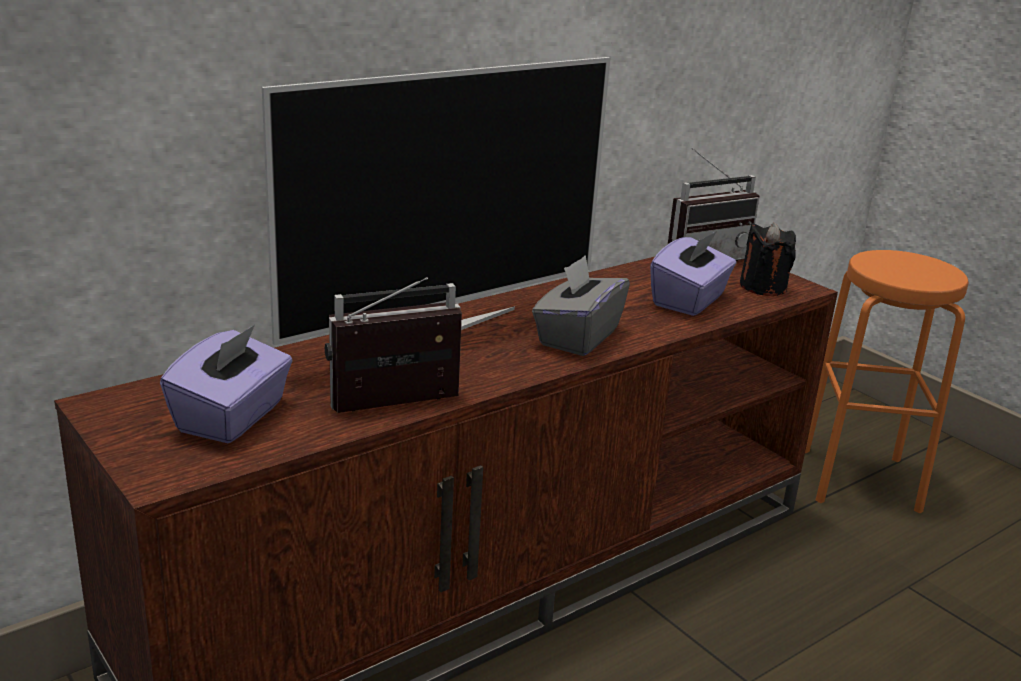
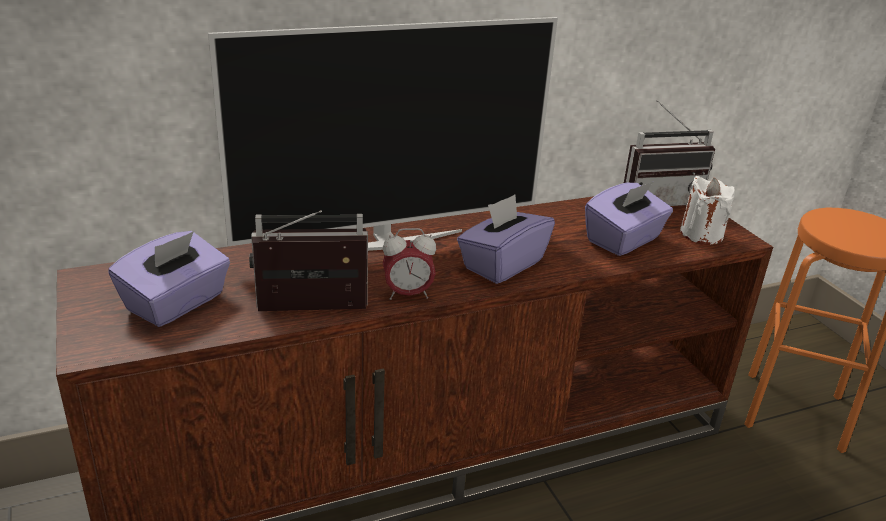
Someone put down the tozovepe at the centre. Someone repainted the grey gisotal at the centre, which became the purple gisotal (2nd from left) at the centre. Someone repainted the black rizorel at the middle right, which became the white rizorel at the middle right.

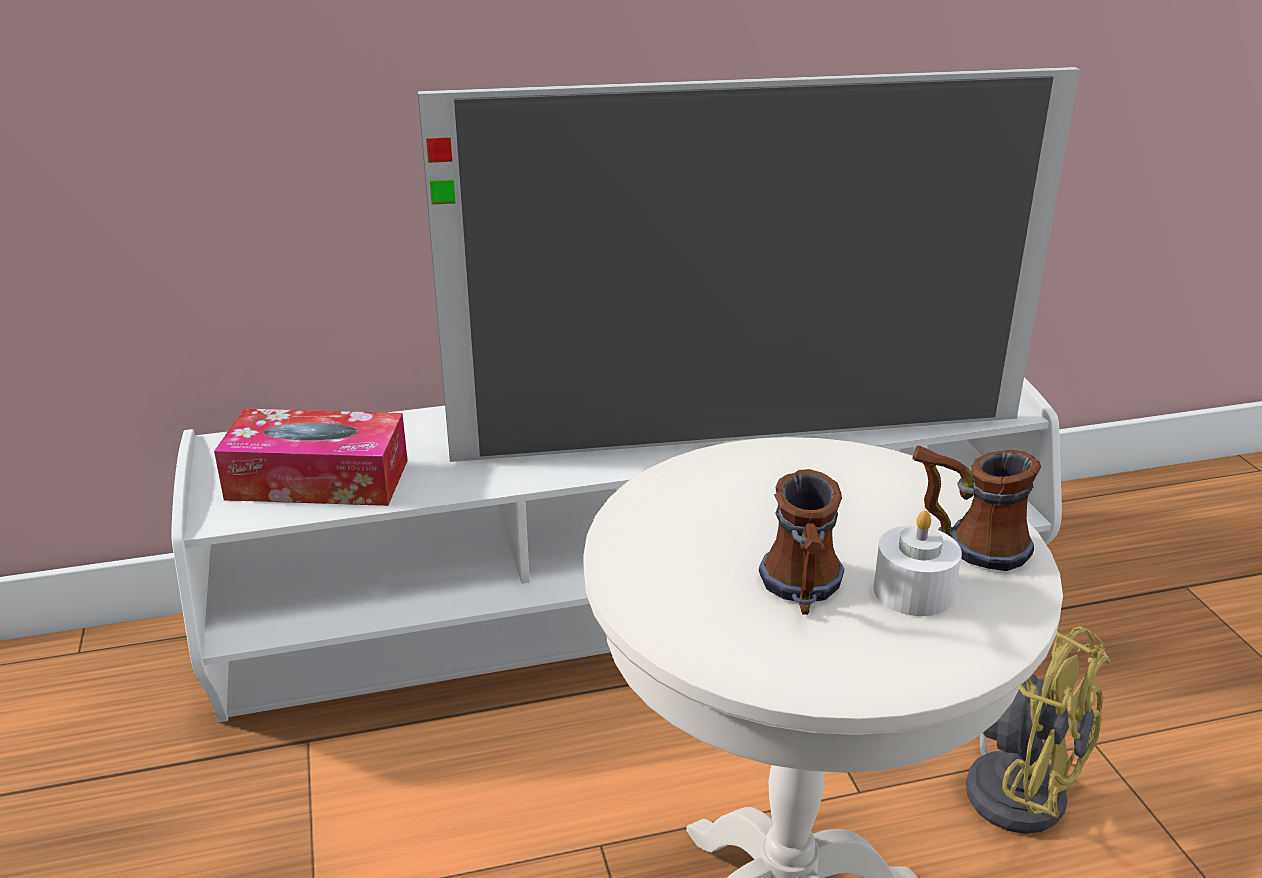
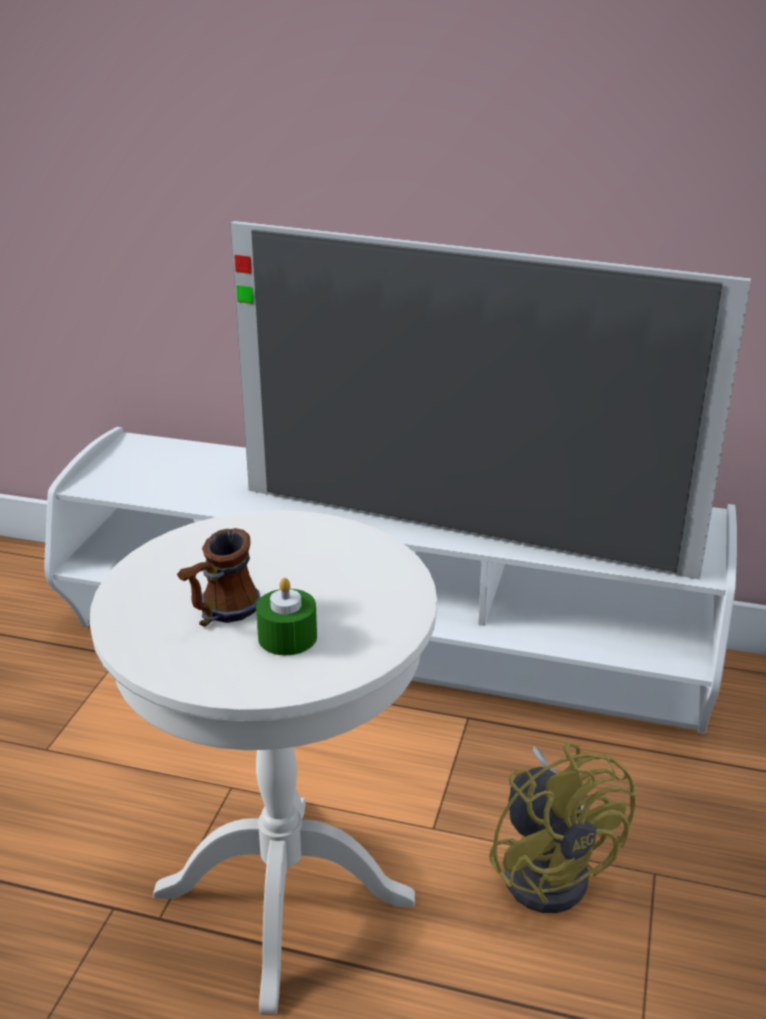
Someone took away the gisotal at the middle left. Someone took away the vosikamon (2nd from left) at the middle right. Someone repainted the white rizorel at the middle right, which became the green rizorel at the centre.

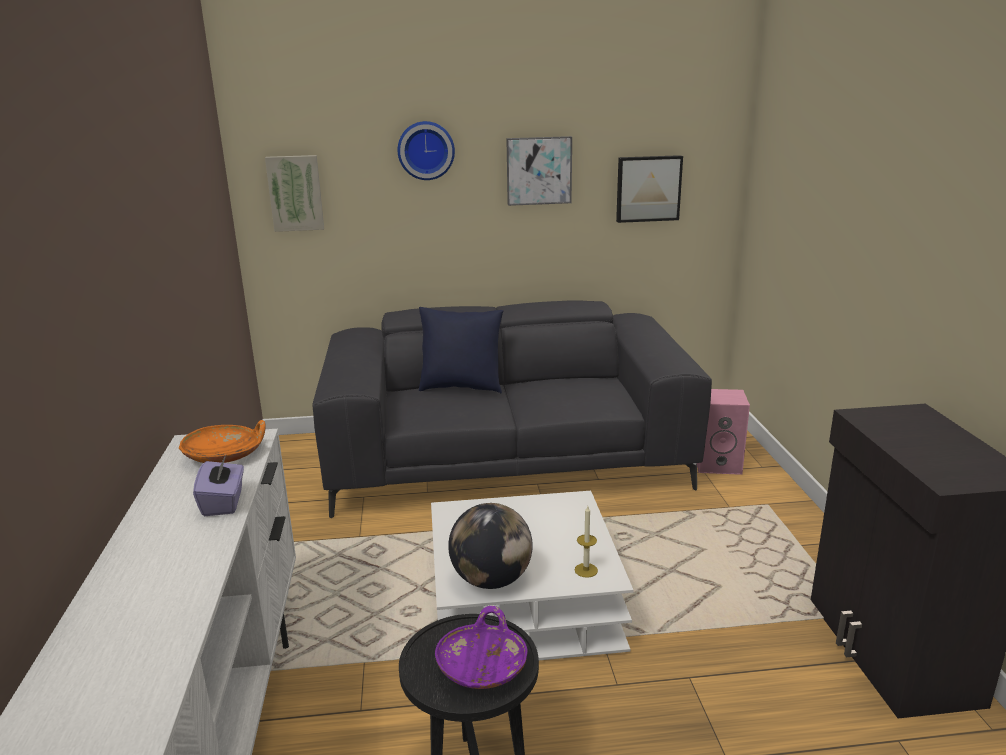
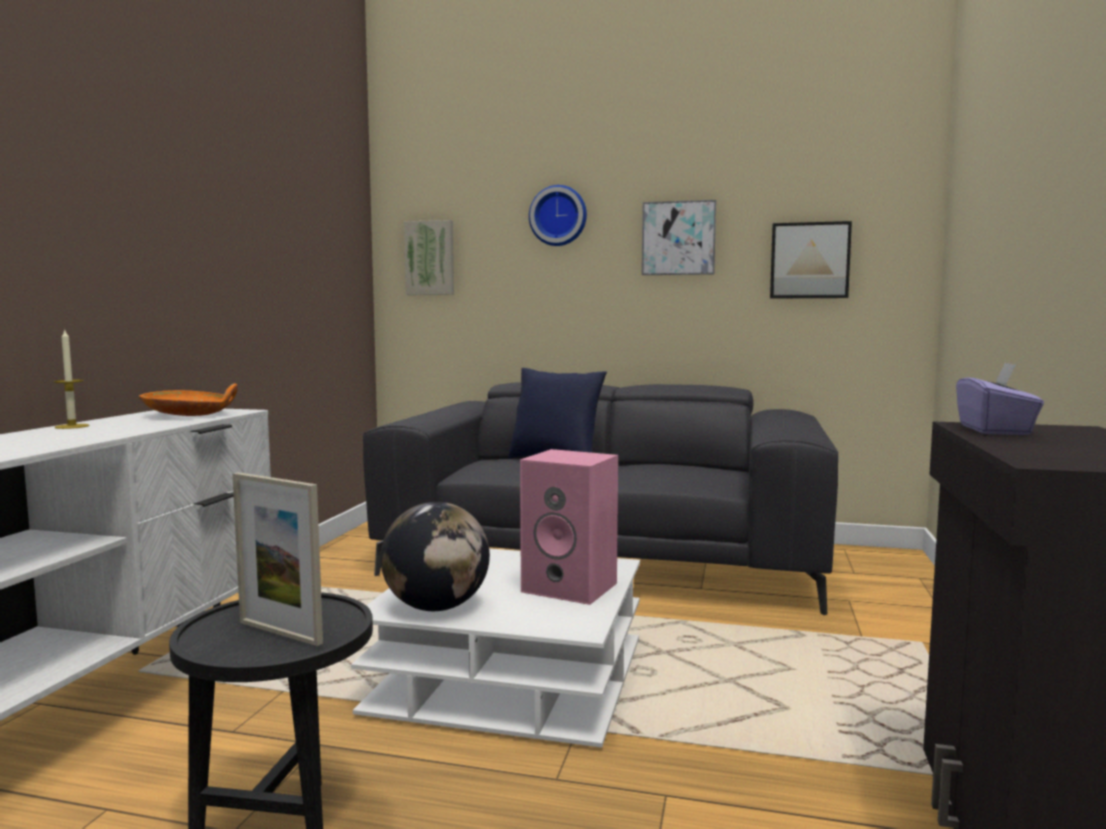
Someone carried the purple gisotal from the middle left to the middle right. Someone carried the rizorel from the bottom centre to the middle left. Someone carried the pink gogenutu from the middle right to the centre. Someone swapped the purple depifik at the bottom centre for the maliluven at the bottom left.

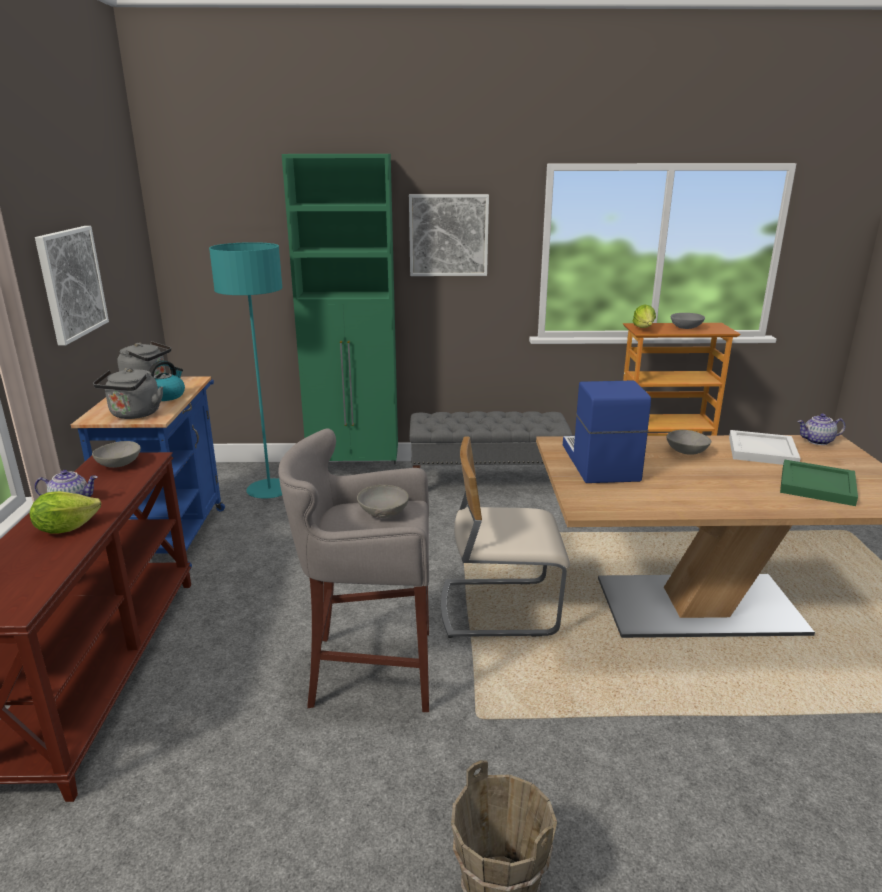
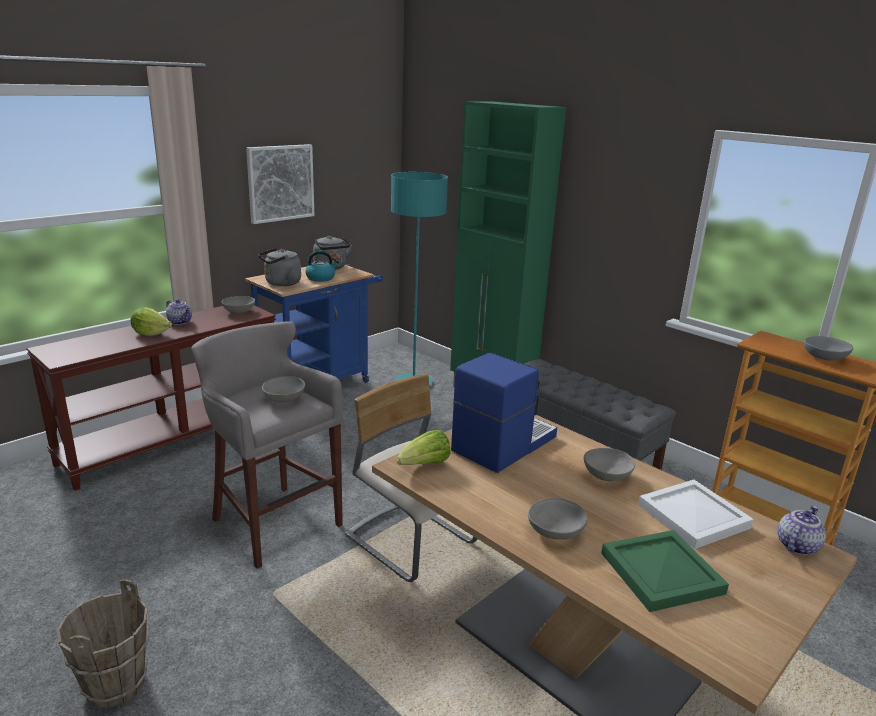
Someone took away the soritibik (2nd from left) at the top centre. Someone put down the grey depifik (3rd from left) at the bottom centre. Someone carried the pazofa (2nd from left) from the middle right to the centre. Someone rotated the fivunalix (2nd from left) at the middle right by 90 degrees clockwise.

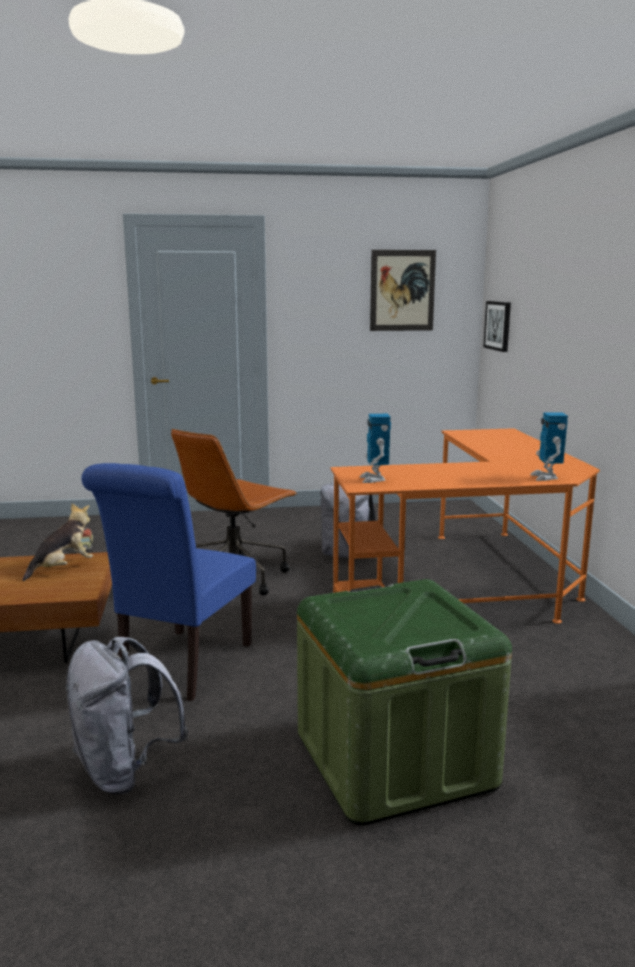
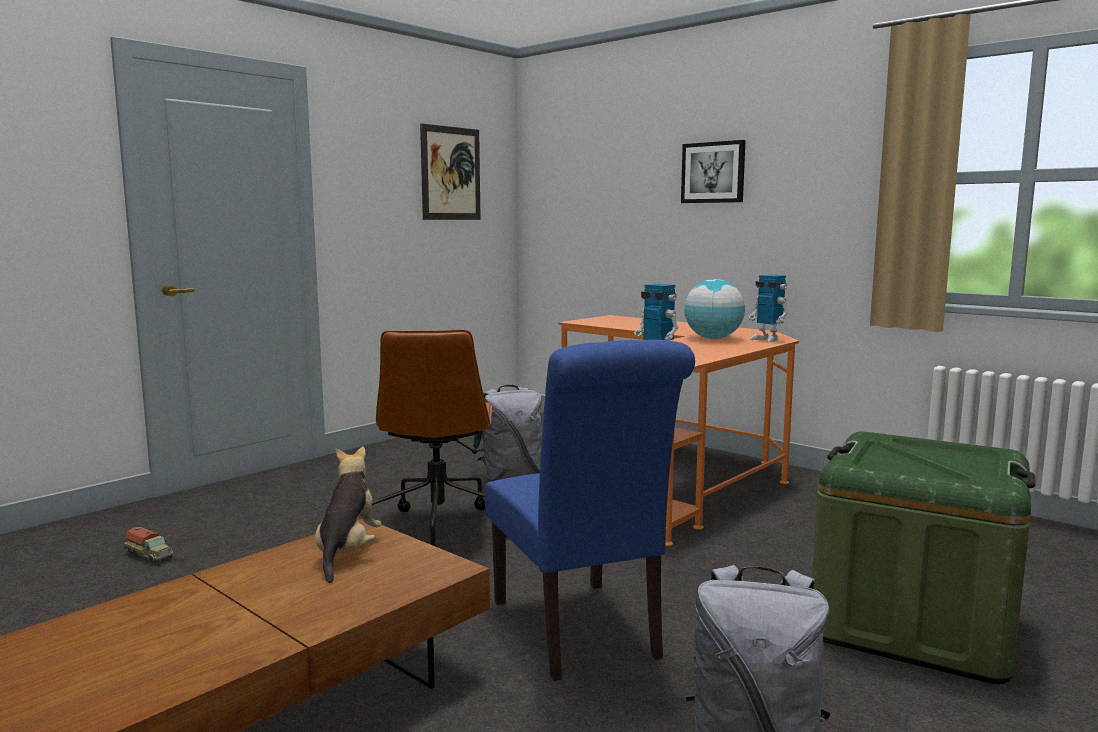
Someone put down the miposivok at the centre. Someone carried the soritibik (2nd from left) from the middle right to the top centre.

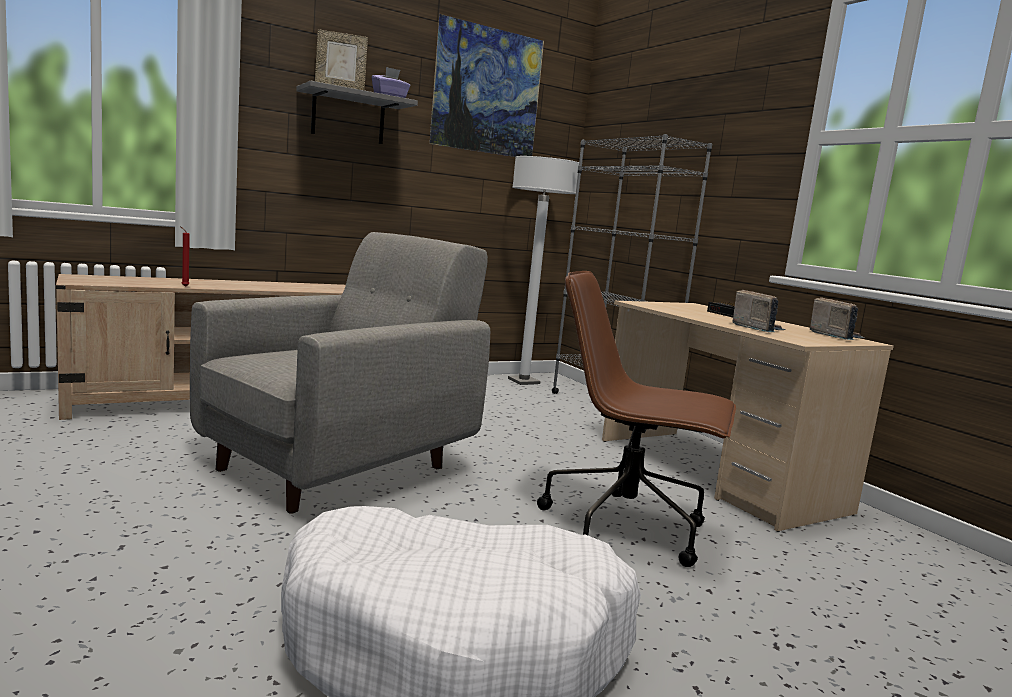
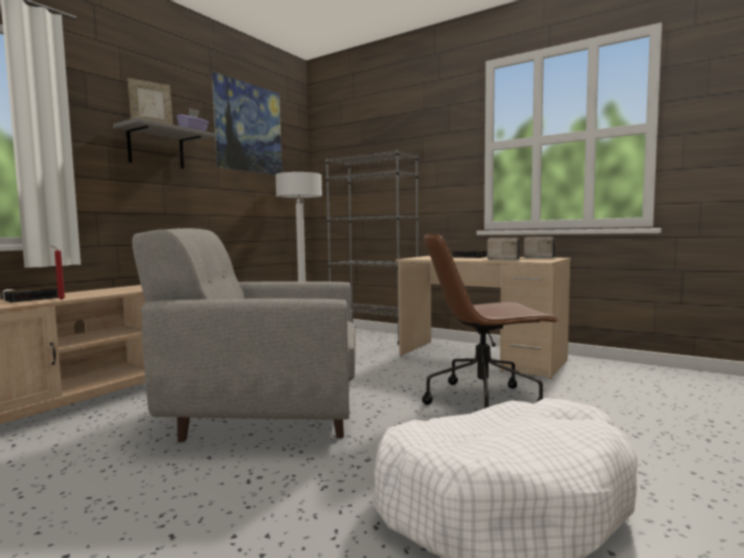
Someone put down the tozovepe (1st from left) at the middle left. Someone rotated the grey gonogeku at the centre by 105 degrees counterclockwise.

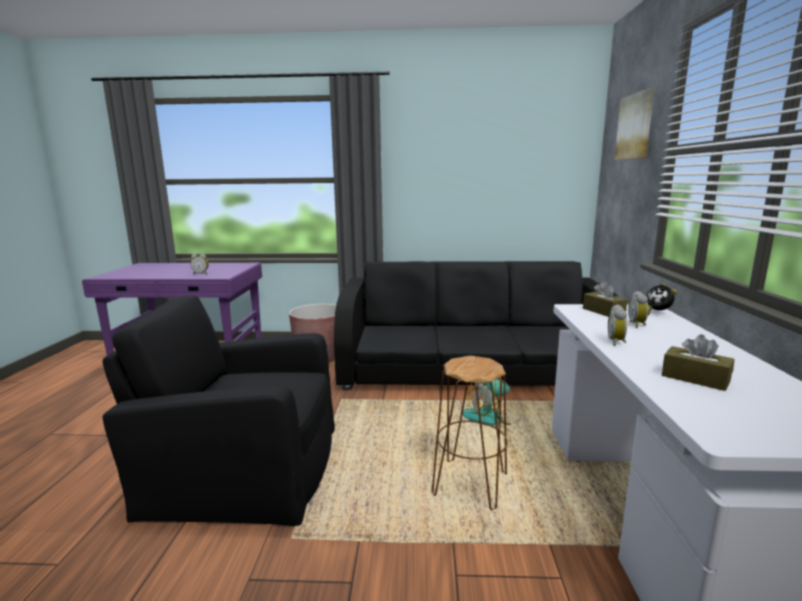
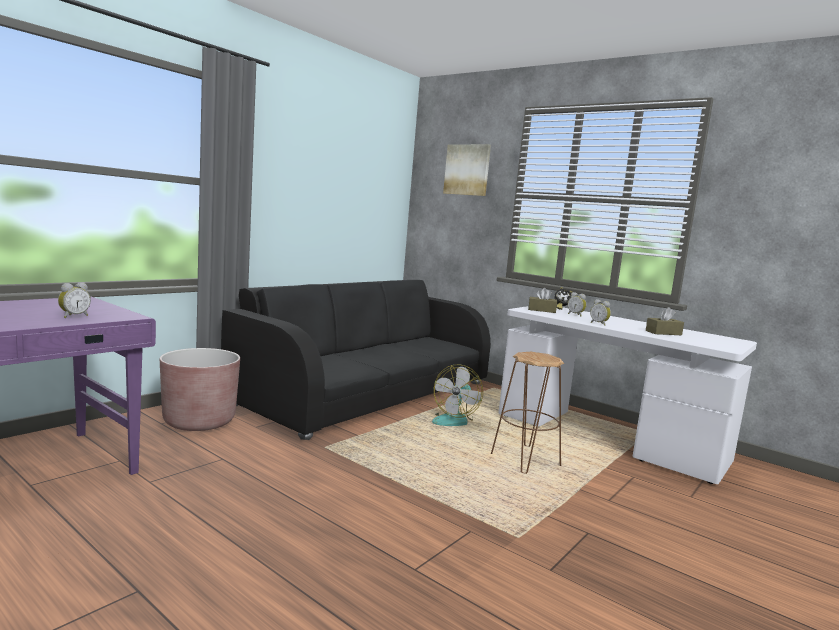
Someone took away the black gonogeku at the bottom left.

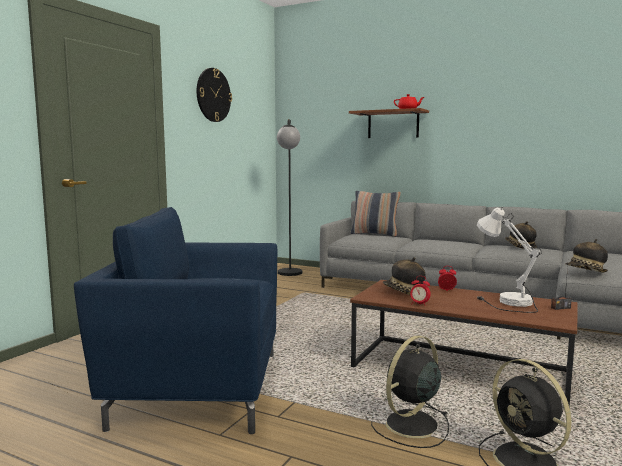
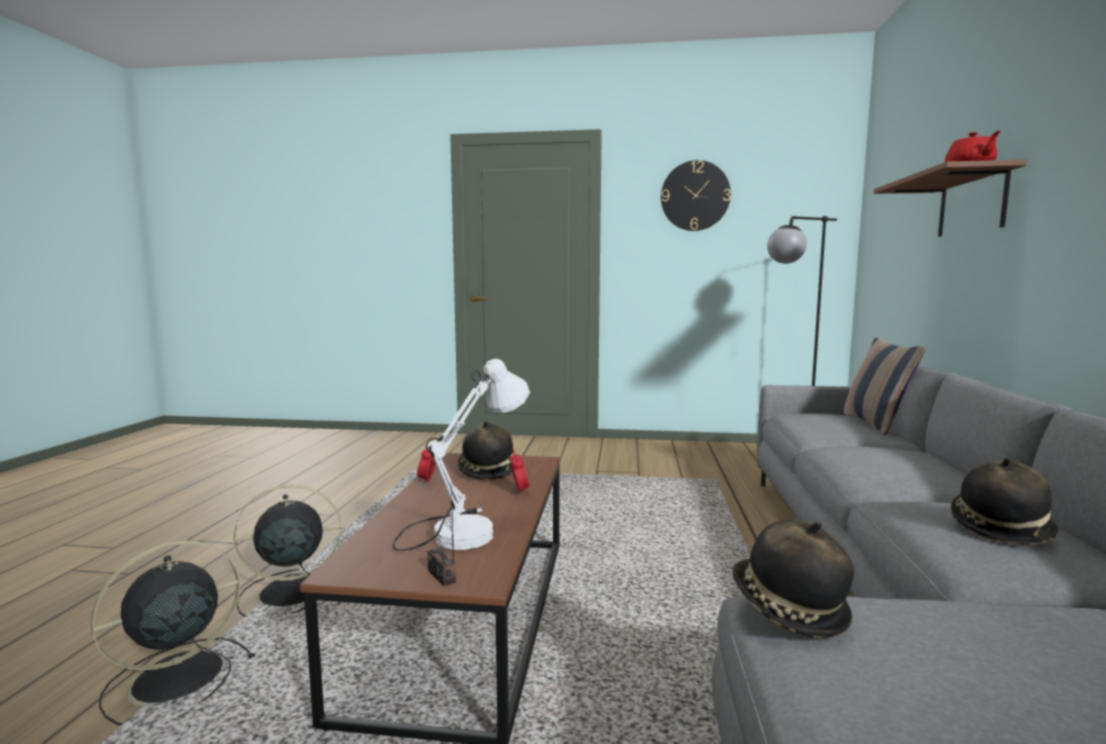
Someone took away the blue gonogeku at the bottom left. Someone rotated the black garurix (1st from left in the first image) at the bottom centre by 45 degrees counterclockwise.

